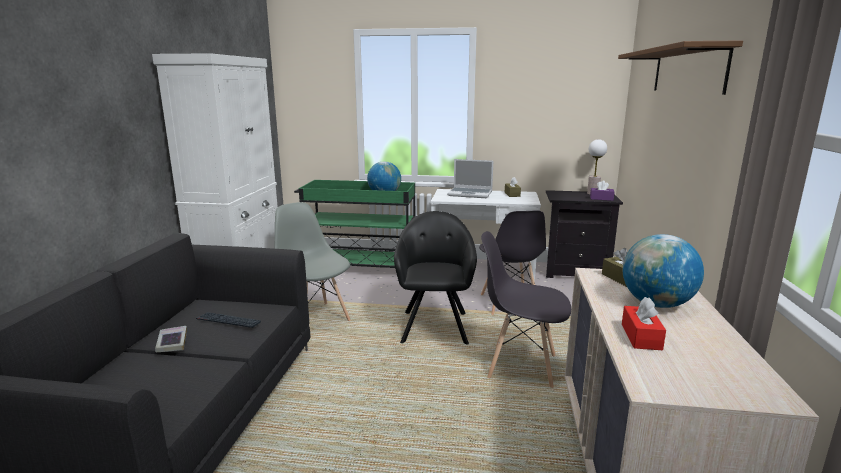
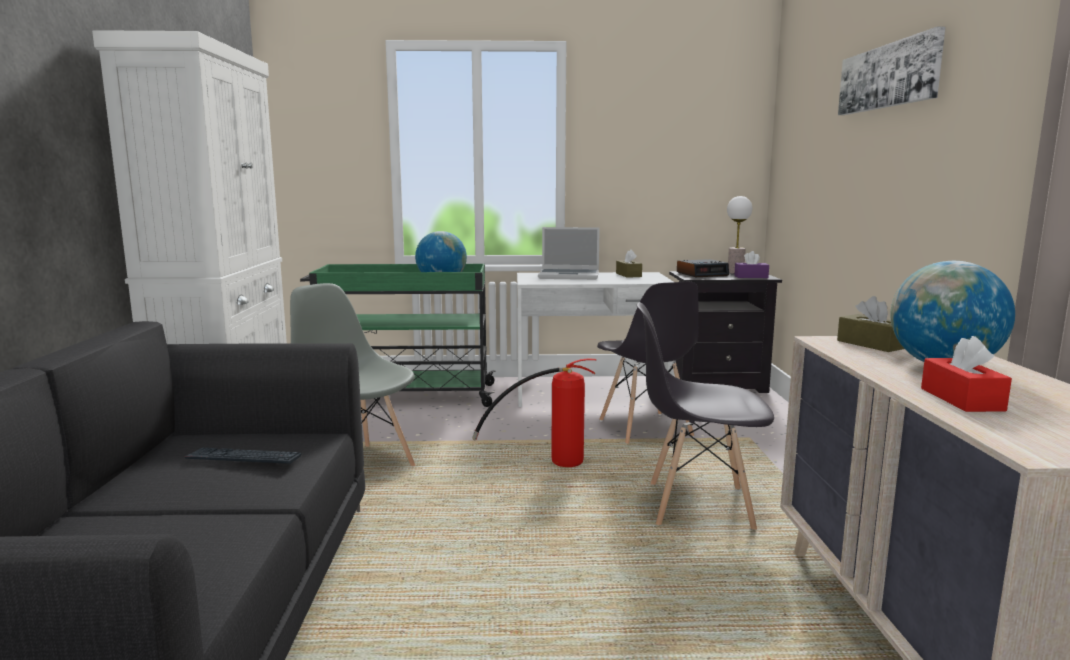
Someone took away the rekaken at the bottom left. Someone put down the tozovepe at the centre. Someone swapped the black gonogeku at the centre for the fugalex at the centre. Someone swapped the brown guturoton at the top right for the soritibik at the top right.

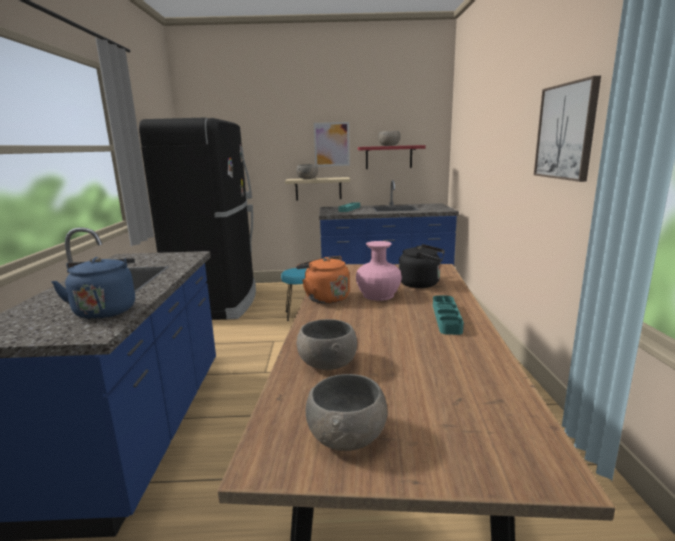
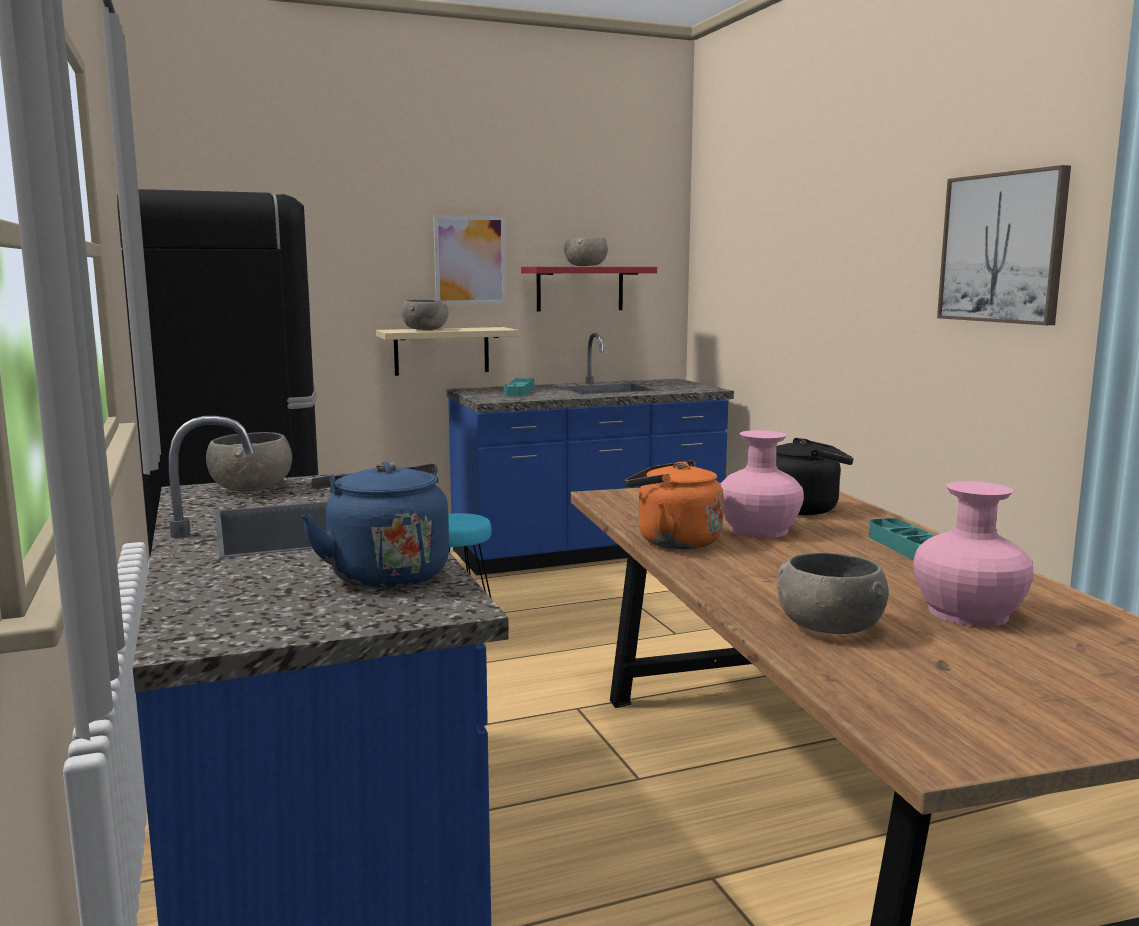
Someone put down the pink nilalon (2nd from left) at the middle right. Someone carried the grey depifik (3rd from left in the first image) from the bottom centre to the middle left.

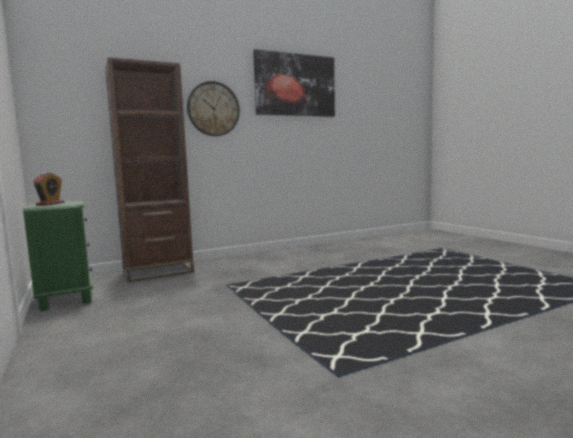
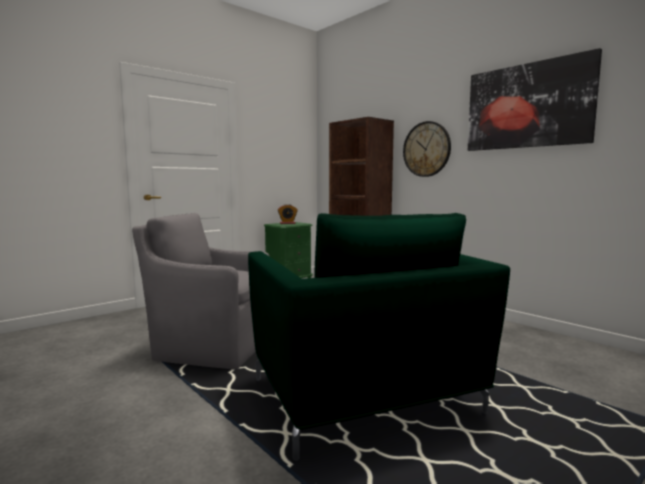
Someone put down the grey gonogeku at the middle left. Someone put down the green gonogeku at the bottom centre.

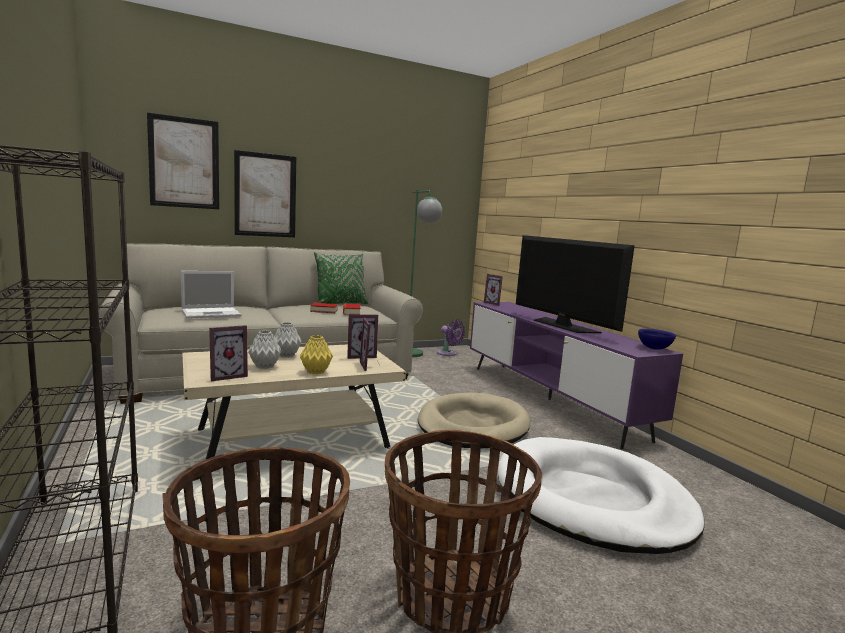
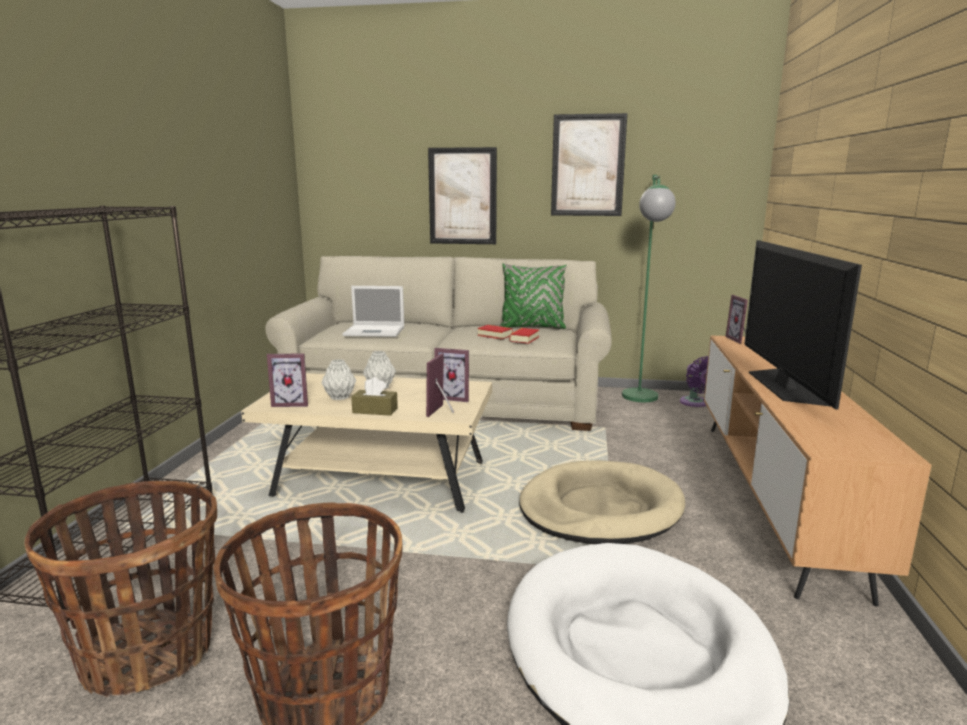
Someone took away the blue depifik at the middle right. Someone carried the soritibik (1st from left in the first image) from the top left to the top centre. Someone swapped the yellow nilalon at the centre for the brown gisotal at the centre. Someone repainted the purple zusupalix at the middle right, which became the brown zusupalix at the middle right.

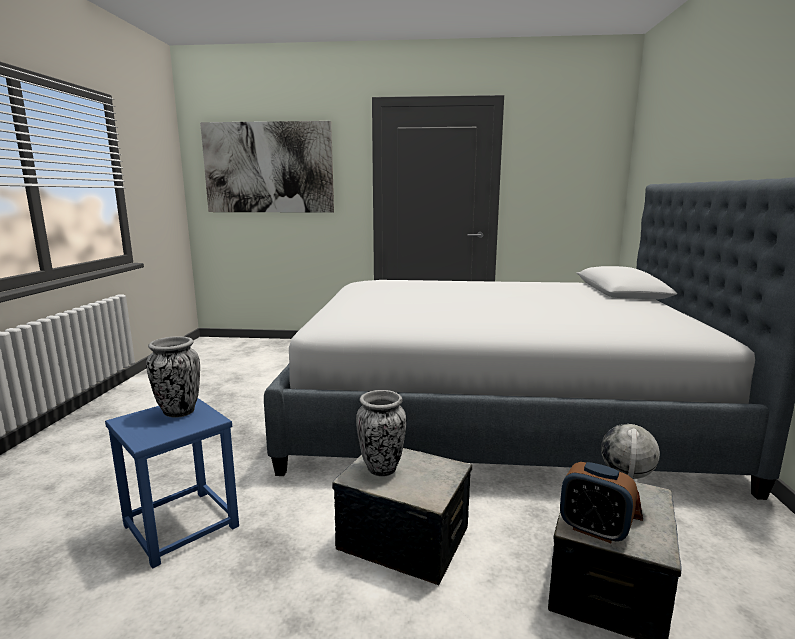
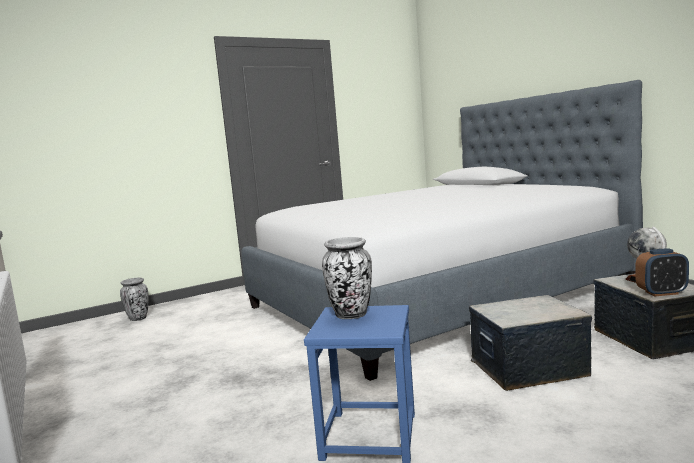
Someone took away the soritibik at the top centre. Someone carried the nilalon (2nd from left in the first image) from the bottom centre to the middle left.

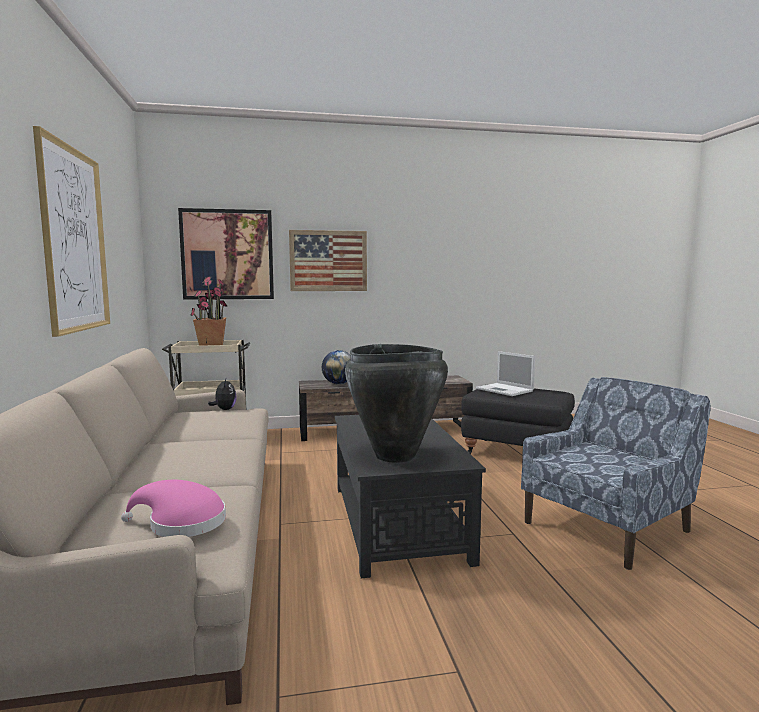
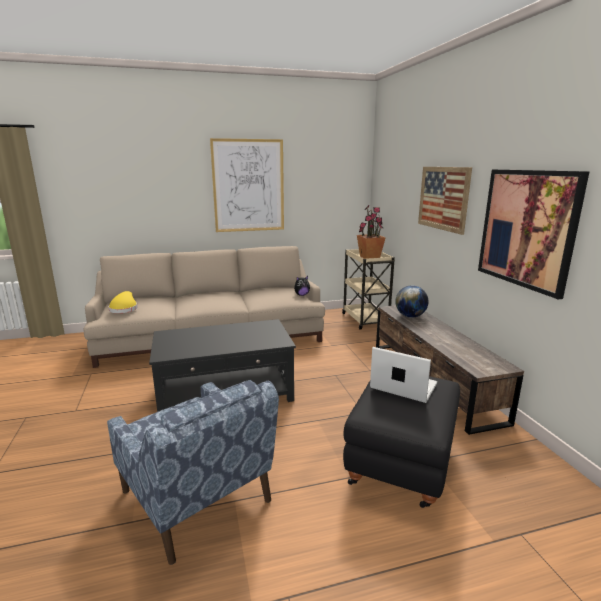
Someone took away the black nilalon at the centre. Someone carried the soritibik (2nd from left in the first image) from the middle left to the middle right. Someone repainted the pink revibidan at the bottom left, which became the yellow revibidan at the middle left. Someone rotated the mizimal at the centre by 75 degrees clockwise.

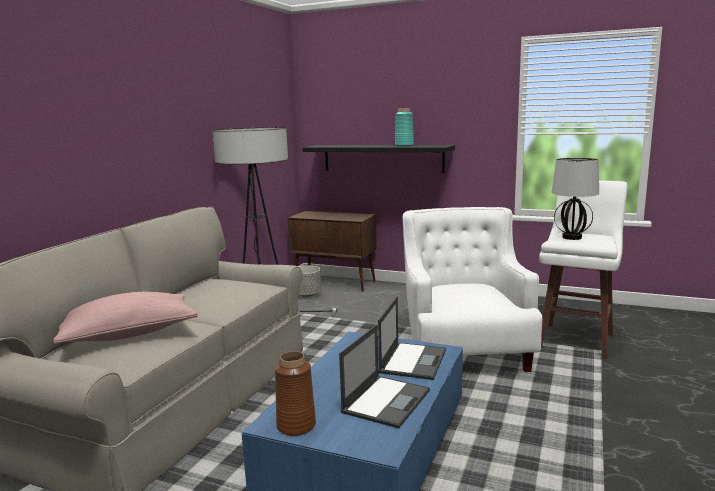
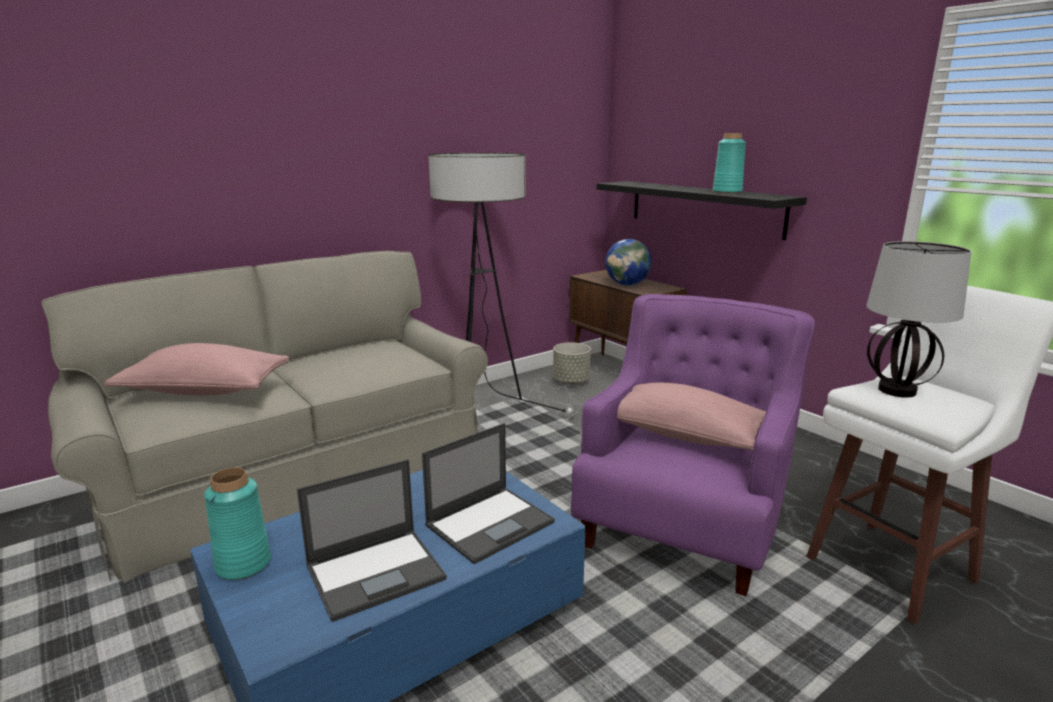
Someone put down the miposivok at the centre. Someone put down the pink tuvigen (2nd from left) at the centre. Someone repainted the brown nilalon at the bottom centre, which became the turquoise nilalon (1st from left) at the bottom left. Someone repainted the white gonogeku at the centre, which became the purple gonogeku at the centre.

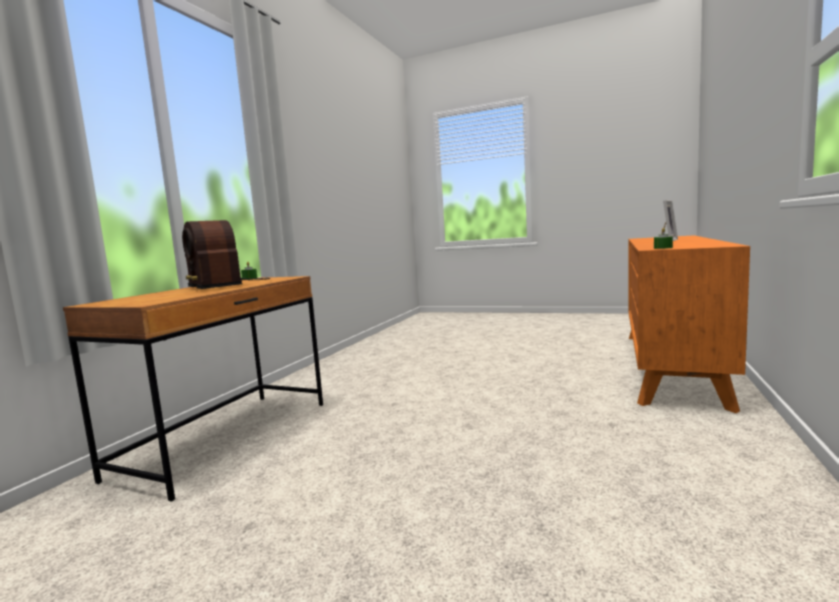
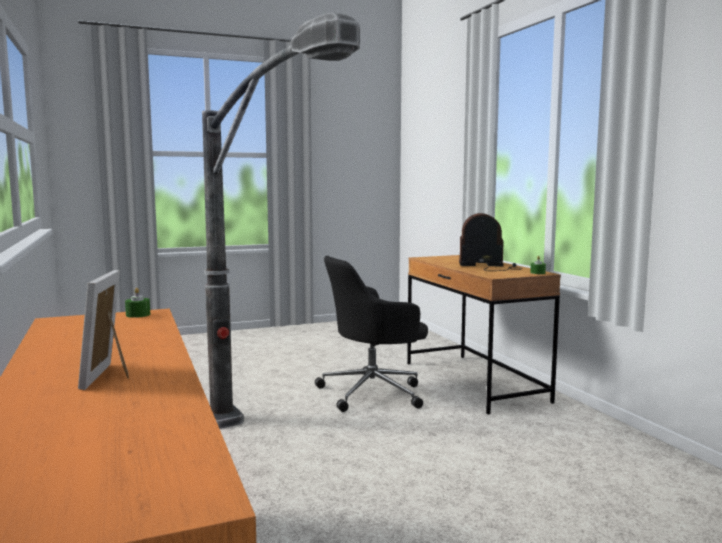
Someone put down the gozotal at the centre. Someone put down the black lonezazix at the centre.

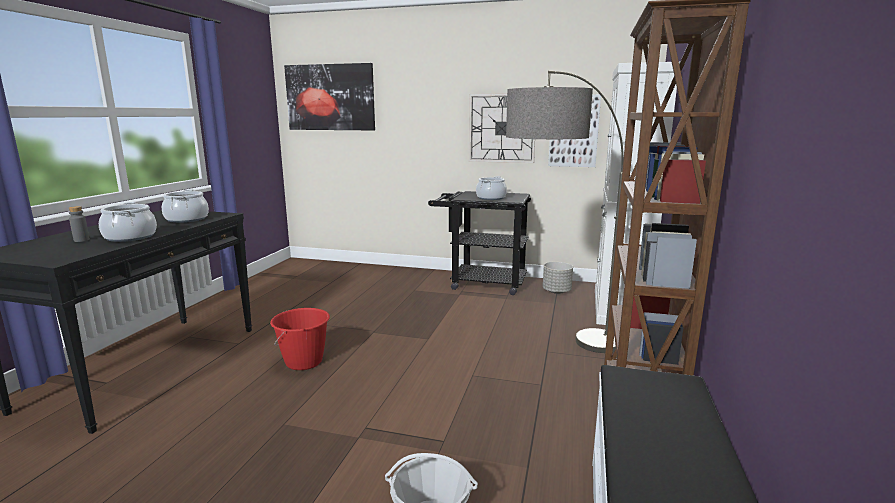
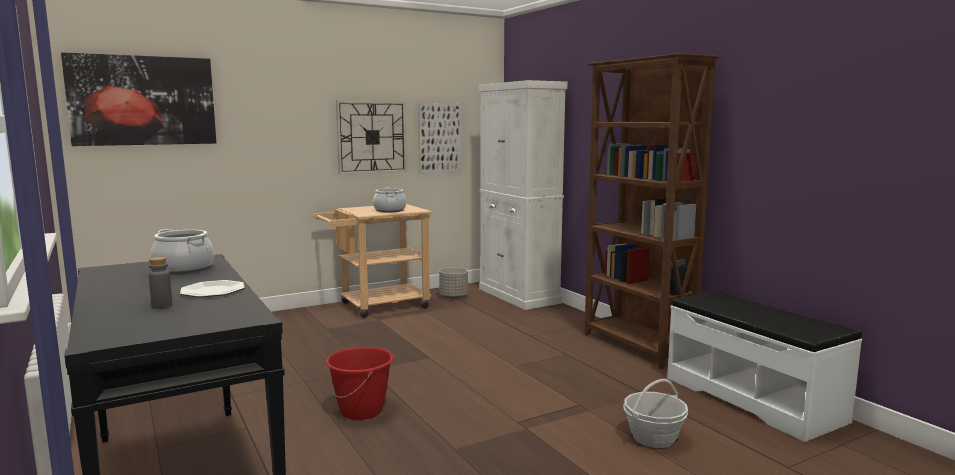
Someone took away the gozotal at the centre. Someone swapped the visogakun (1st from left) at the middle left for the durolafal at the middle left. Someone repainted the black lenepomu at the centre, which became the beige lenepomu at the centre.

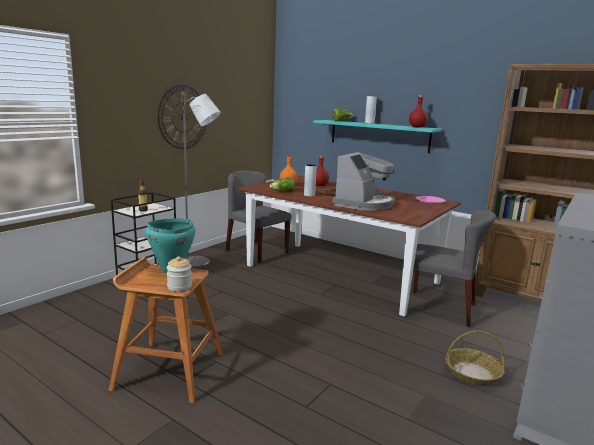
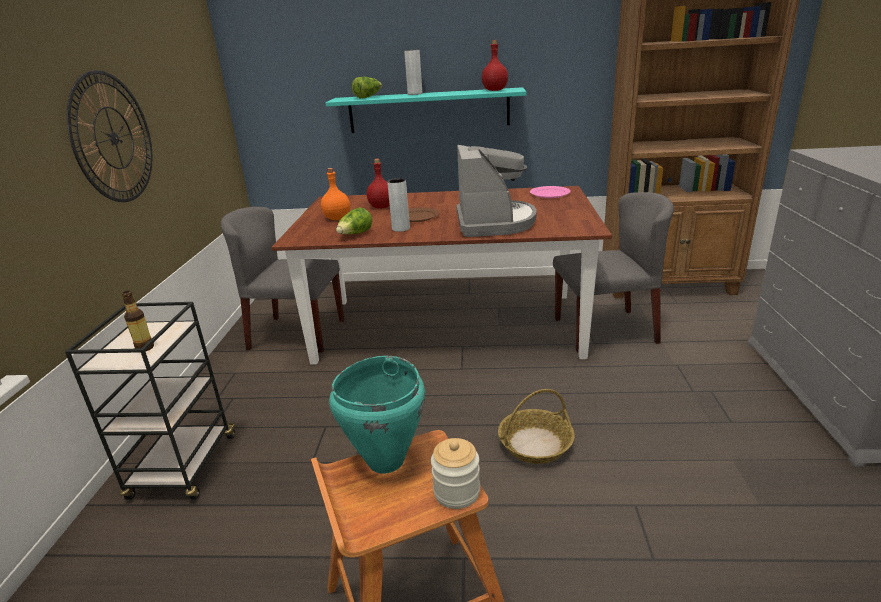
Someone took away the grey gozotal at the centre. Someone carried the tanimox from the bottom right to the bottom centre.

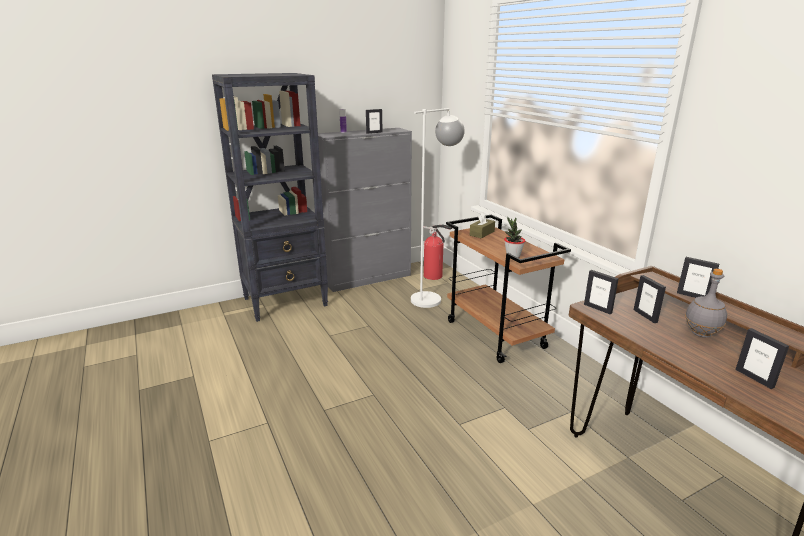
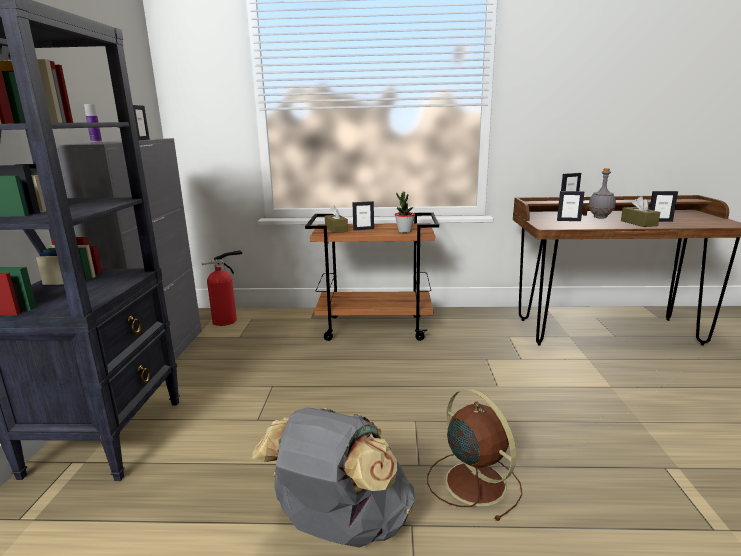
Someone took away the white gozotal at the centre. Someone put down the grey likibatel at the bottom centre. Someone put down the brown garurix at the bottom centre. Someone put down the brown gisotal (2nd from left) at the middle right. Someone carried the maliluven (2nd from left) from the middle right to the centre.

